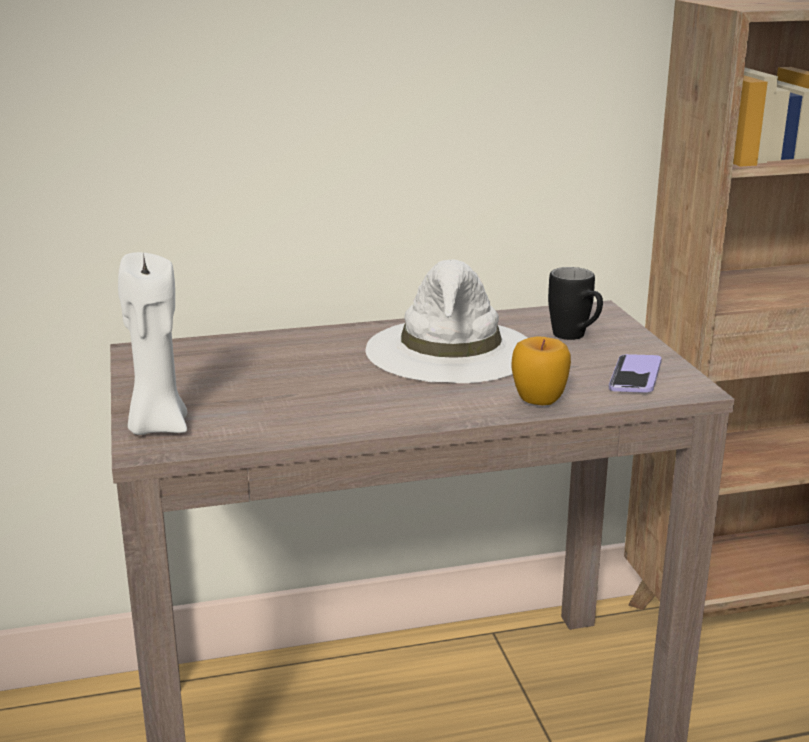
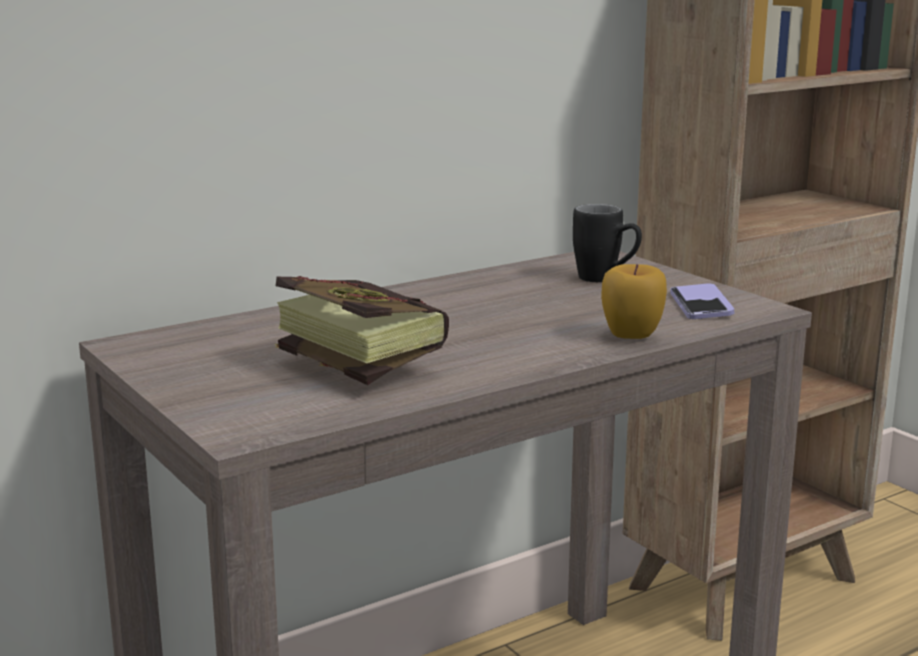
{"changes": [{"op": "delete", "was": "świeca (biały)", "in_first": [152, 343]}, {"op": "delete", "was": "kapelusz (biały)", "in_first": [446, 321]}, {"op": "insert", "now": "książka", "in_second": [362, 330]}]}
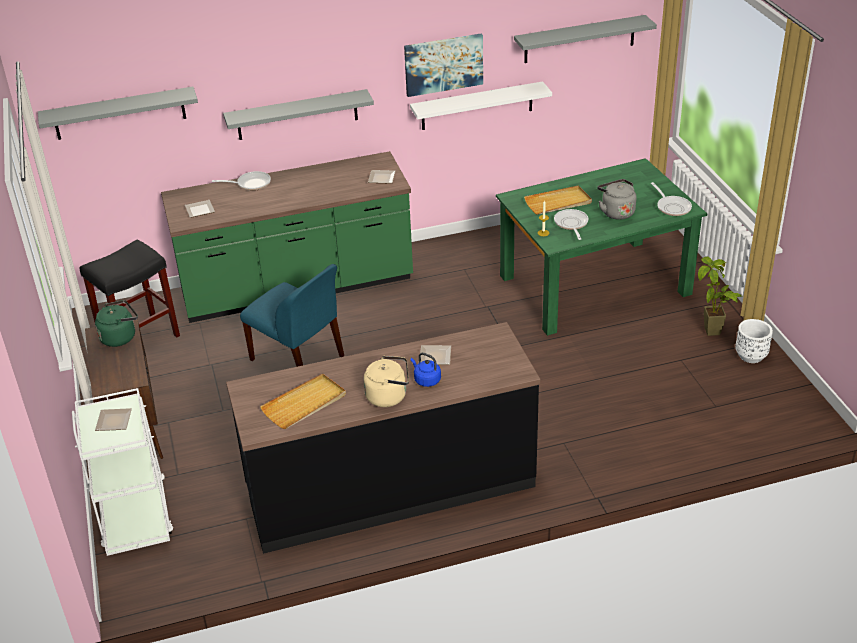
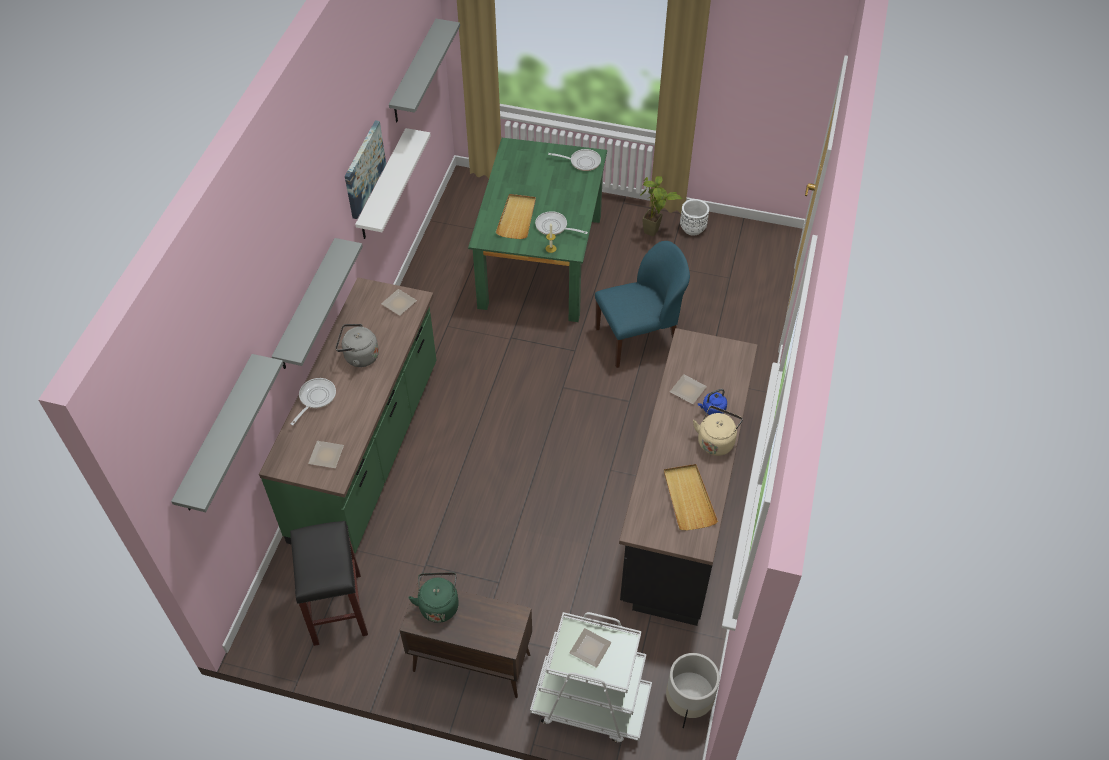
{"changes": [{"op": "move", "was": "krzesło (niebieski)", "in_first": [292, 315], "in_second": [642, 304]}, {"op": "move", "was": "czajnik (szary)", "in_first": [616, 199], "in_second": [357, 345]}, {"op": "insert", "now": "donica (biały)", "in_second": [693, 690]}]}
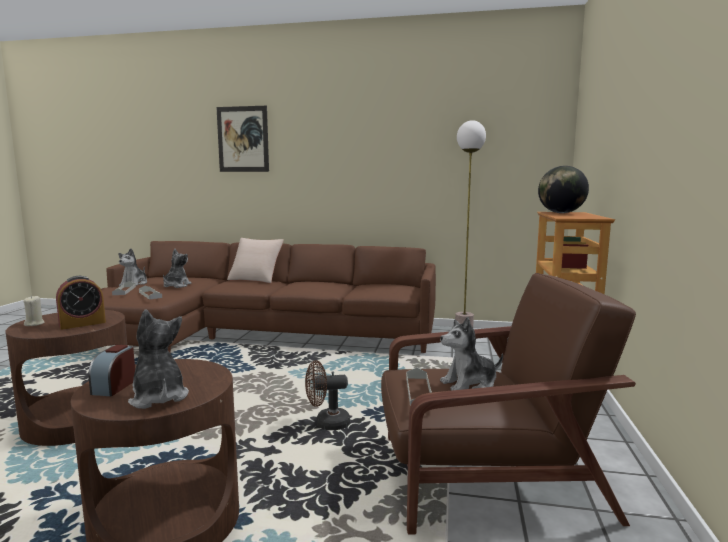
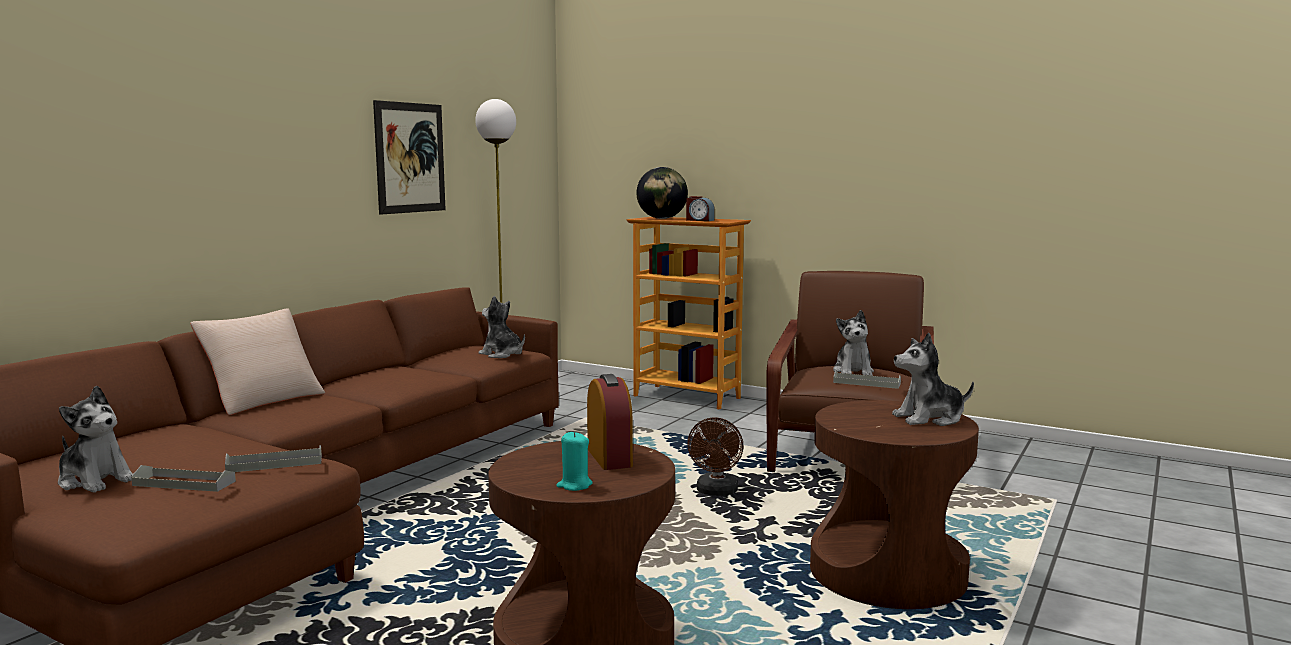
{"changes": [{"op": "recolor", "was": "świeca (beżowy)", "now": "świeca (turkusowy)", "in_first": [34, 311], "in_second": [574, 461]}, {"op": "move", "was": "budzik", "in_first": [111, 370], "in_second": [700, 208]}, {"op": "move", "was": "pluszak", "in_first": [177, 268], "in_second": [501, 327]}, {"op": "move", "was": "obraz", "in_first": [242, 139], "in_second": [409, 157]}]}
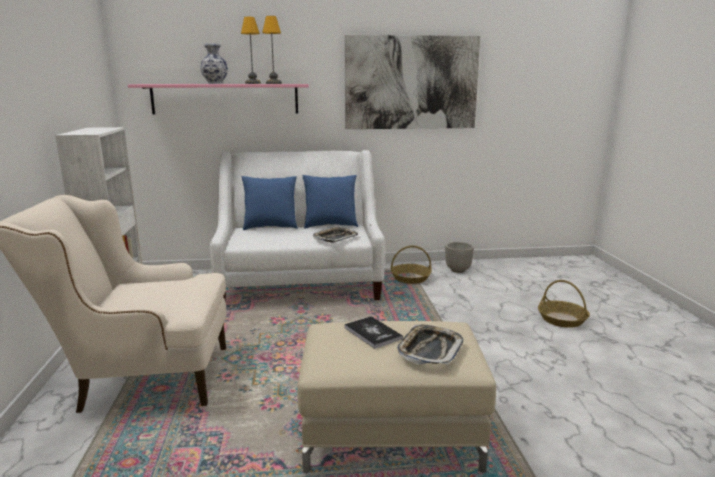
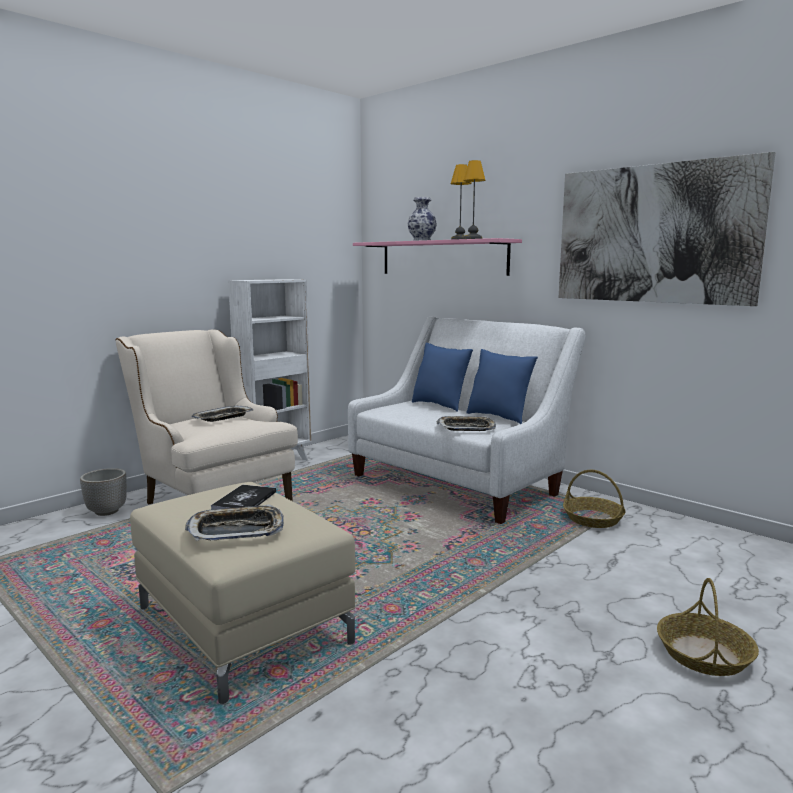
{"changes": [{"op": "move", "was": "donica", "in_first": [459, 257], "in_second": [103, 492]}, {"op": "insert", "now": "taca", "in_second": [222, 414]}]}
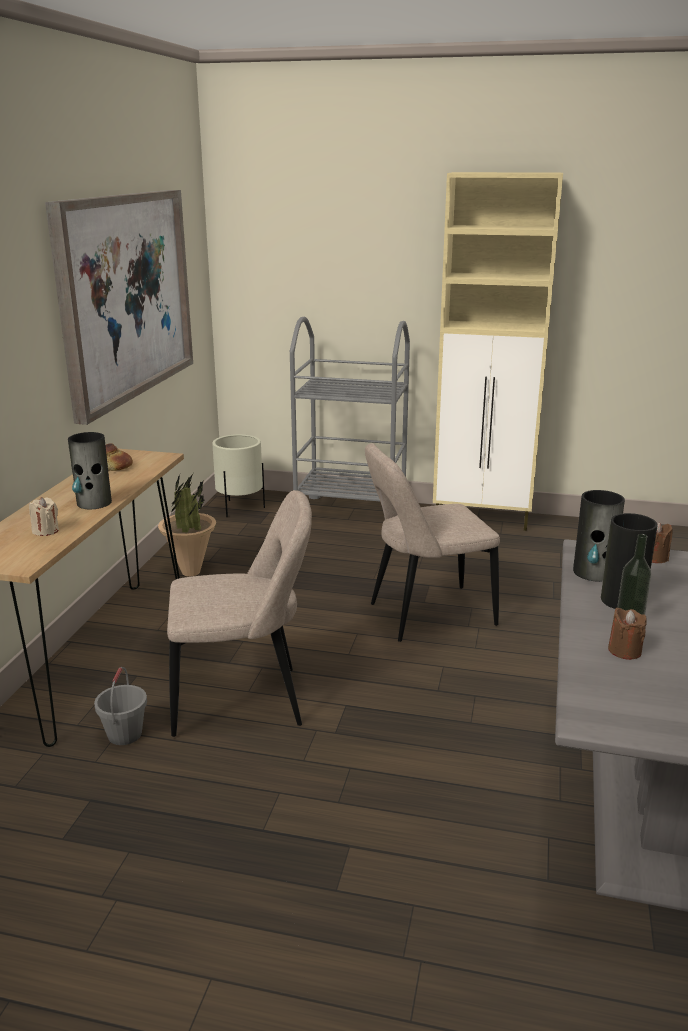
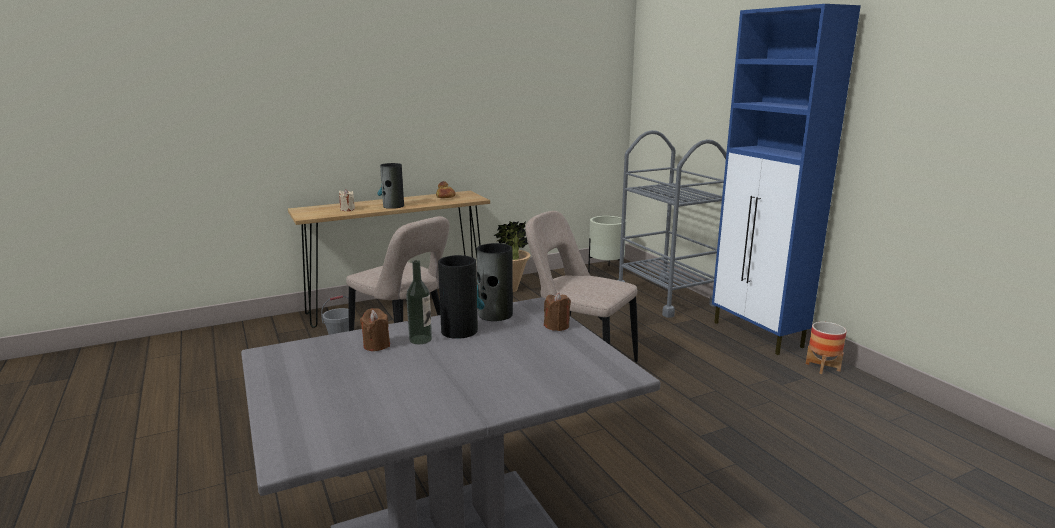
{"changes": [{"op": "delete", "was": "obraz", "in_first": [119, 307]}, {"op": "recolor", "was": "szafka (beżowy)", "now": "szafka (niebieski)", "in_first": [498, 351], "in_second": [786, 179]}, {"op": "insert", "now": "donica", "in_second": [826, 348]}]}
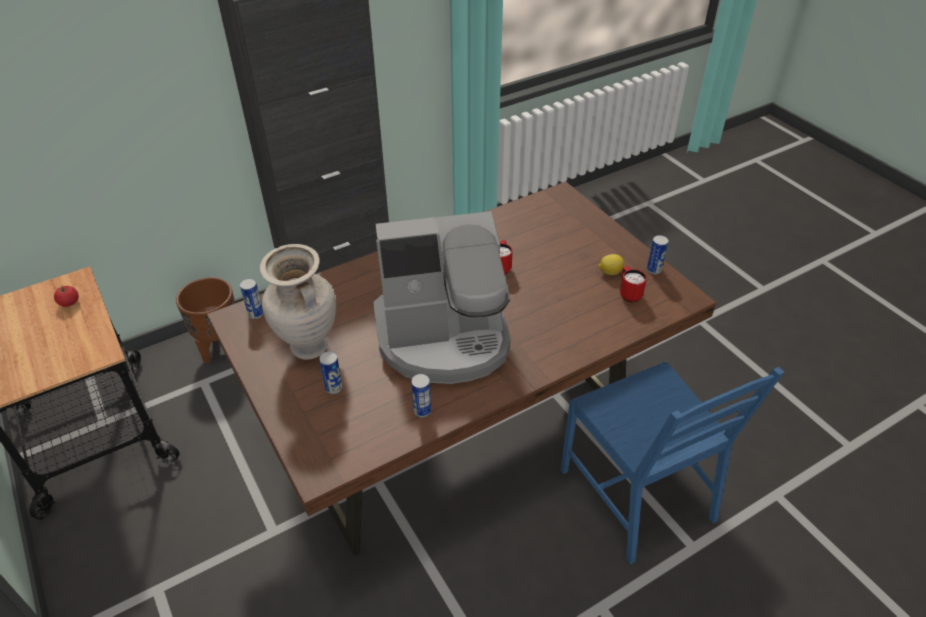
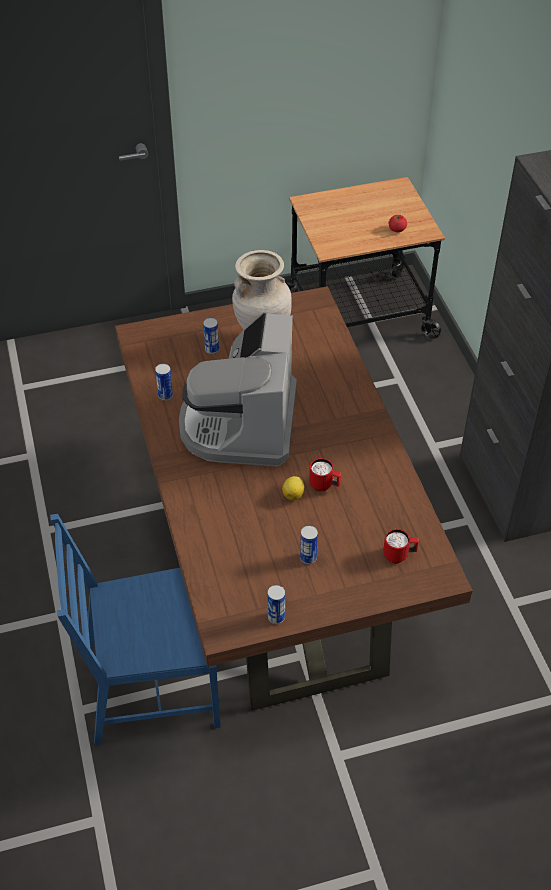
{"changes": [{"op": "delete", "was": "donica (brązowy)", "in_first": [205, 320]}, {"op": "move", "was": "puszka", "in_first": [251, 298], "in_second": [309, 545]}, {"op": "move", "was": "cytryna", "in_first": [611, 264], "in_second": [293, 488]}, {"op": "move", "was": "kubek (czerwony)", "in_first": [633, 284], "in_second": [401, 546]}]}
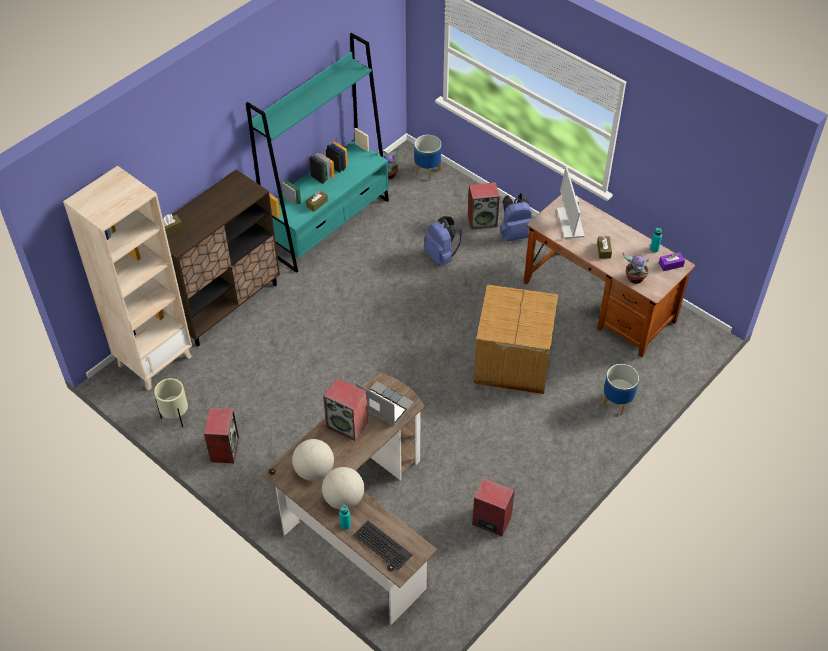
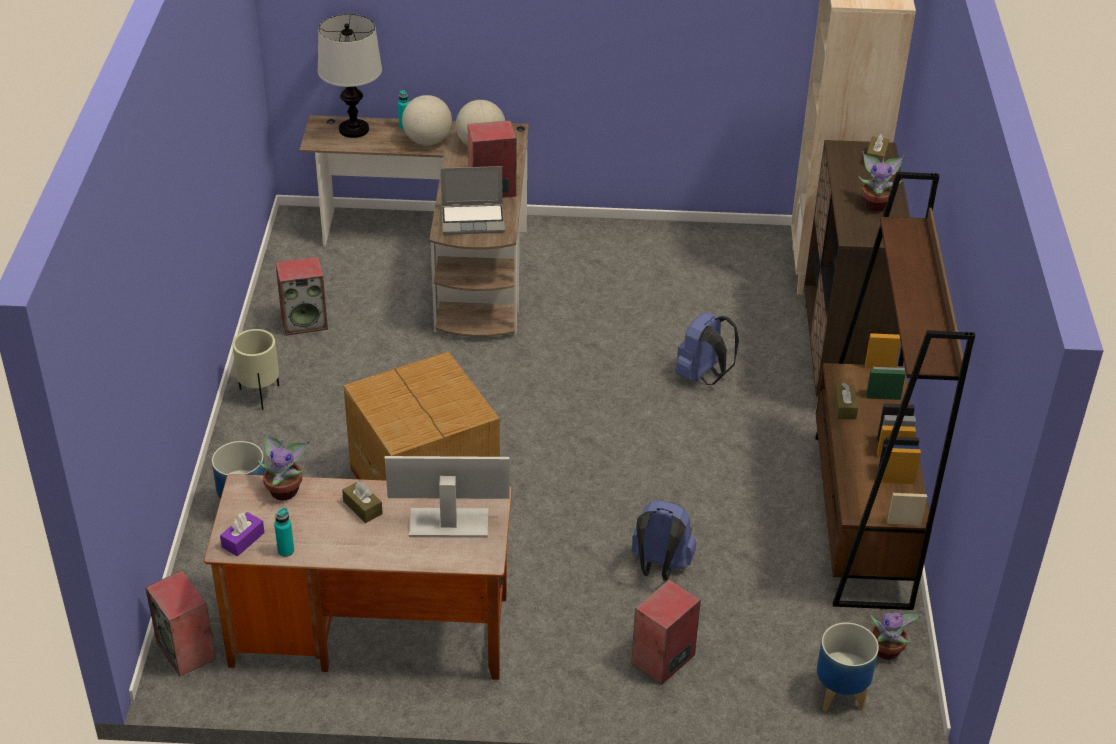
{"changes": [{"op": "move", "was": "donica (beżowy)", "in_first": [171, 403], "in_second": [255, 369]}, {"op": "move", "was": "głośnik", "in_first": [221, 435], "in_second": [180, 623]}, {"op": "recolor", "was": "regał (turkusowy)", "now": "regał (brązowy)", "in_first": [317, 153], "in_second": [895, 391]}, {"op": "replace", "was": "klawiatura", "now": "lampa stołowa", "in_first": [382, 545], "in_second": [350, 76]}, {"op": "move", "was": "plecak (niebieski)", "in_first": [516, 217], "in_second": [707, 349]}, {"op": "rotate", "was": "monitor", "in_first": [571, 203], "in_second": [447, 497], "clockwise": -45}, {"op": "insert", "now": "roślina doniczkowa", "in_second": [881, 181]}]}
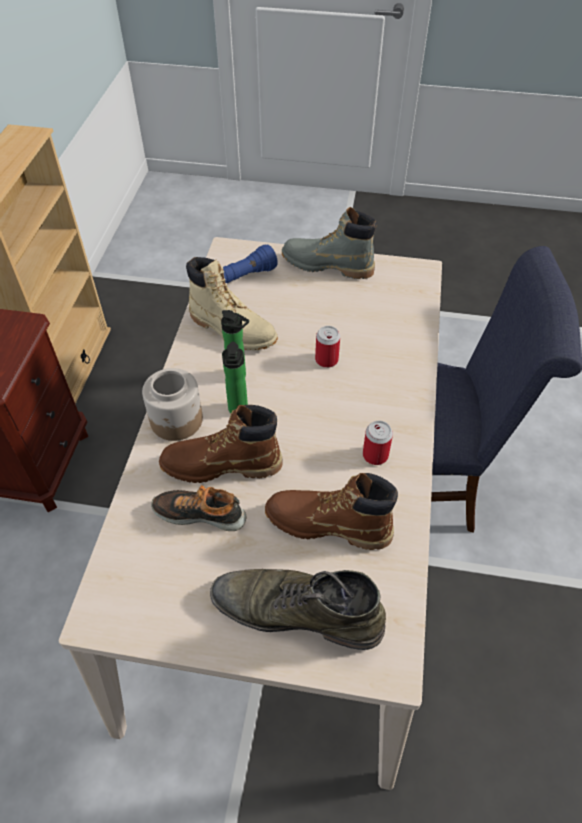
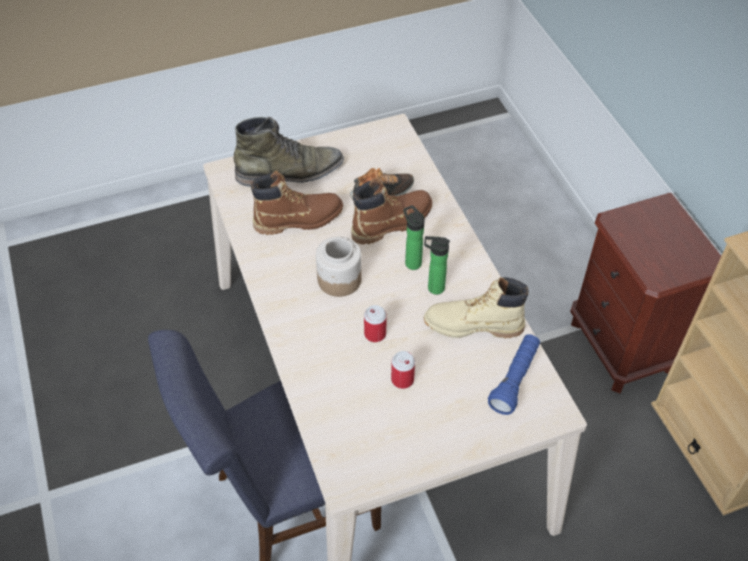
{"changes": [{"op": "move", "was": "słoik", "in_first": [172, 404], "in_second": [339, 266]}, {"op": "delete", "was": "but z cholewką (szary)", "in_first": [329, 243]}, {"op": "move", "was": "puszka", "in_first": [378, 443], "in_second": [403, 370]}]}
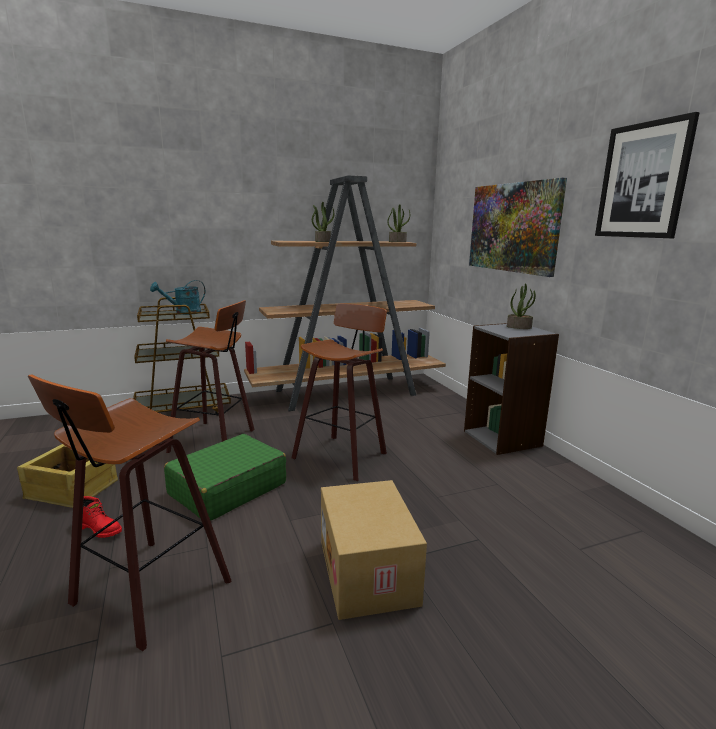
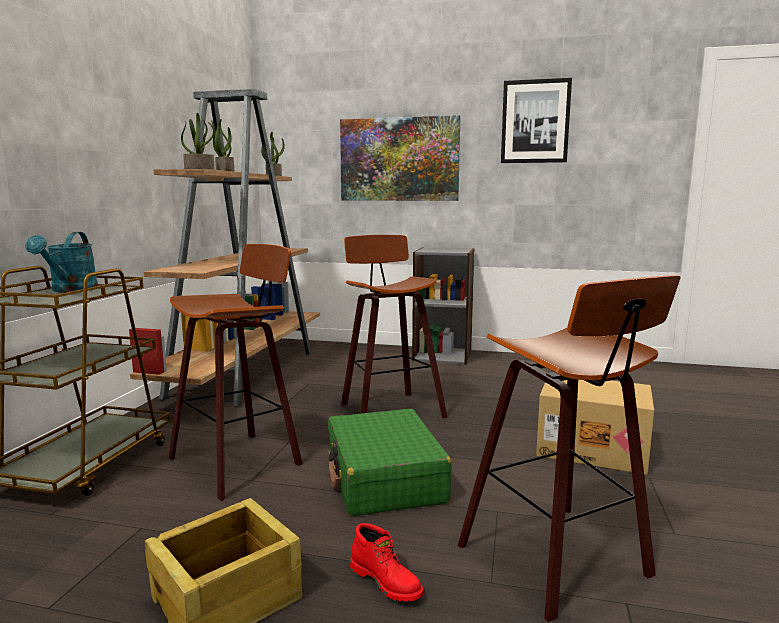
{"changes": [{"op": "rotate", "was": "but z cholewką (czerwony)", "in_first": [102, 517], "in_second": [386, 562], "clockwise": 75}, {"op": "move", "was": "roślina doniczkowa", "in_first": [521, 306], "in_second": [198, 141]}]}
